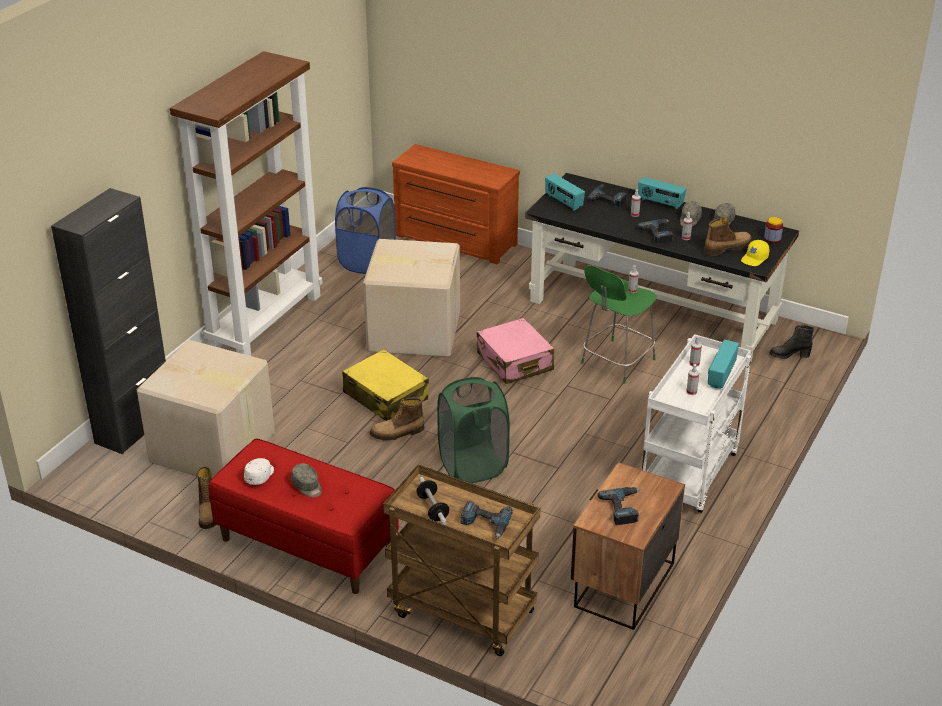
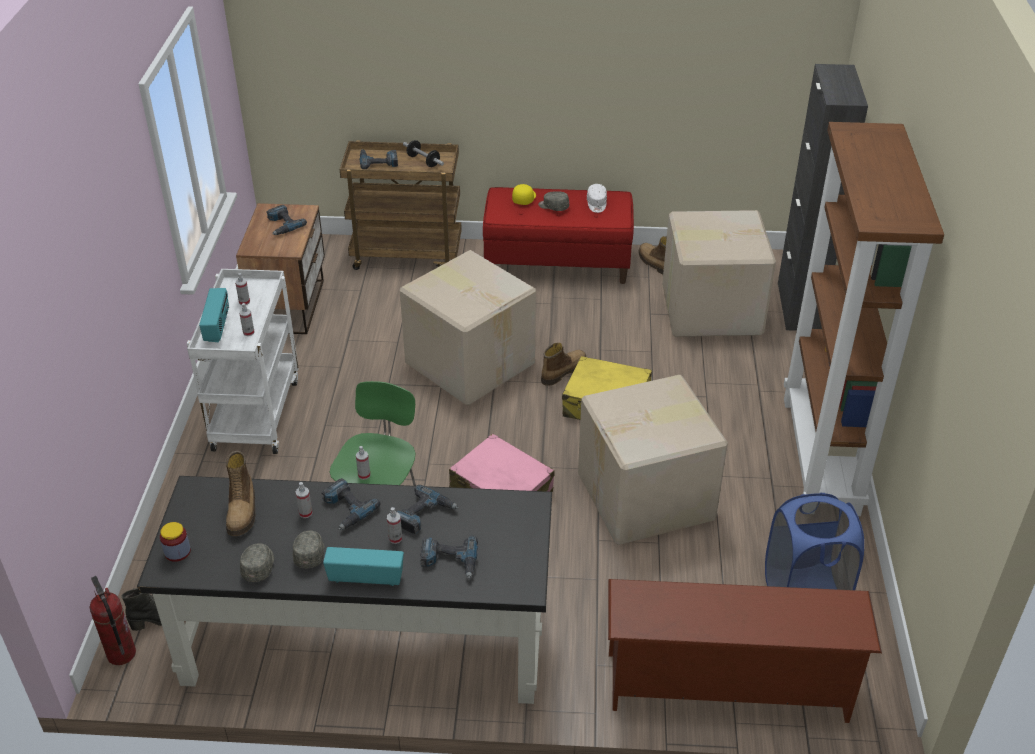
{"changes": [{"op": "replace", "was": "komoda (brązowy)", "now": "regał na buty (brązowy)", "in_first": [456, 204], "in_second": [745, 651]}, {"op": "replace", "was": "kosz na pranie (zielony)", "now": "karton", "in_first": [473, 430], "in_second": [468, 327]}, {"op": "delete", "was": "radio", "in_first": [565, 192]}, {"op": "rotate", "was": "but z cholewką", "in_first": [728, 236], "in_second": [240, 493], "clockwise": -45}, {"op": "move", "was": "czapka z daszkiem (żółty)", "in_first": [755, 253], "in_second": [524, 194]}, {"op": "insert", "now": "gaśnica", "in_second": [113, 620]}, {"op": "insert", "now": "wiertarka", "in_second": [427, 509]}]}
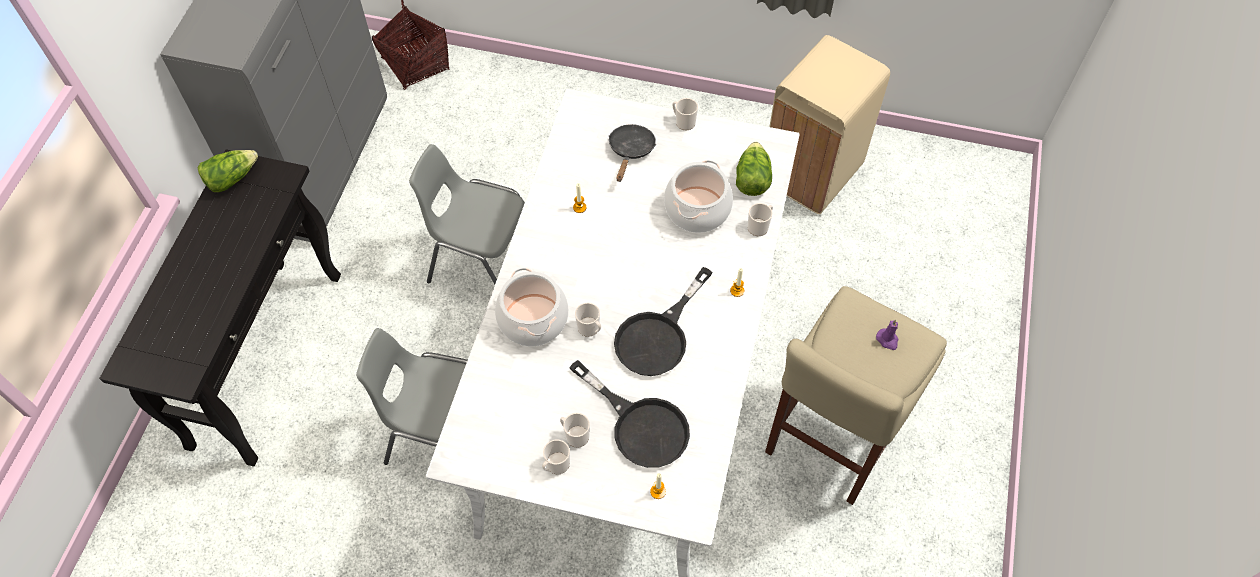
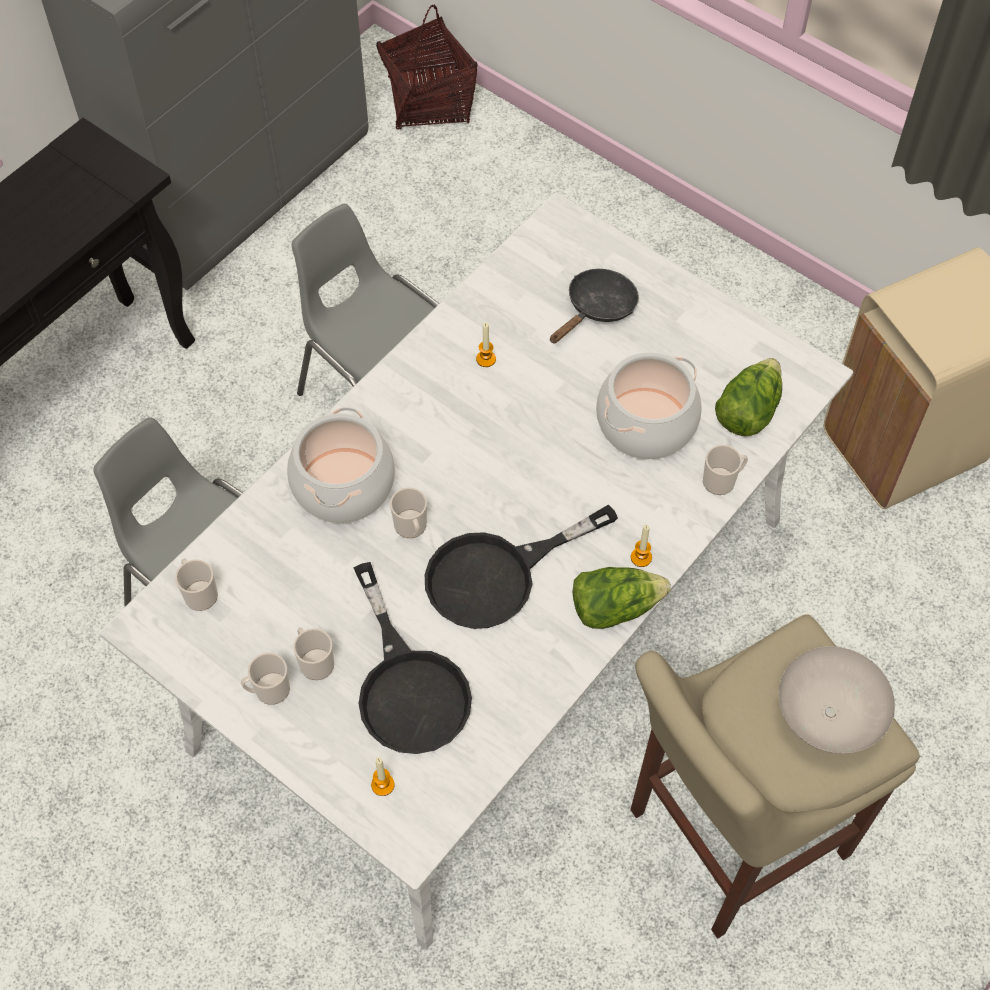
{"changes": [{"op": "move", "was": "sałata", "in_first": [228, 171], "in_second": [622, 598]}, {"op": "move", "was": "kubek", "in_first": [685, 114], "in_second": [196, 584]}, {"op": "replace", "was": "świeca (fioletowy)", "now": "miska (biały)", "in_first": [887, 334], "in_second": [837, 700]}]}
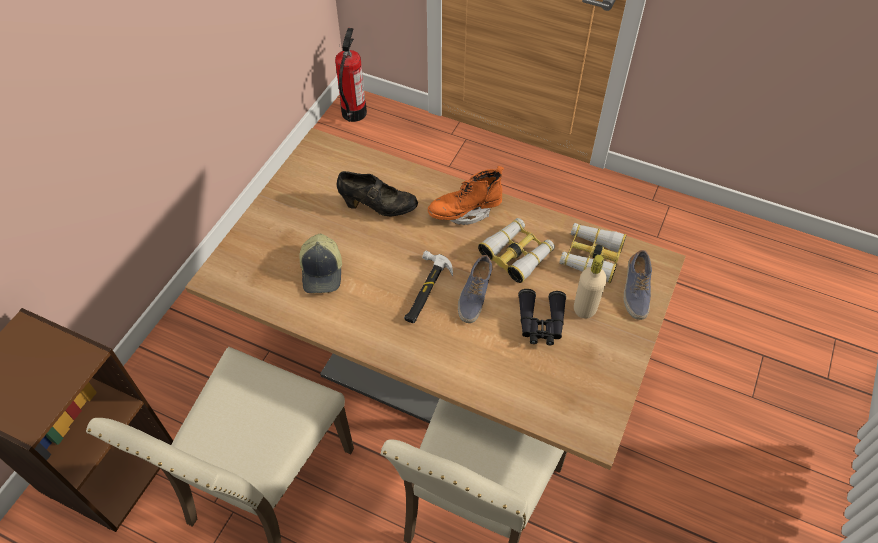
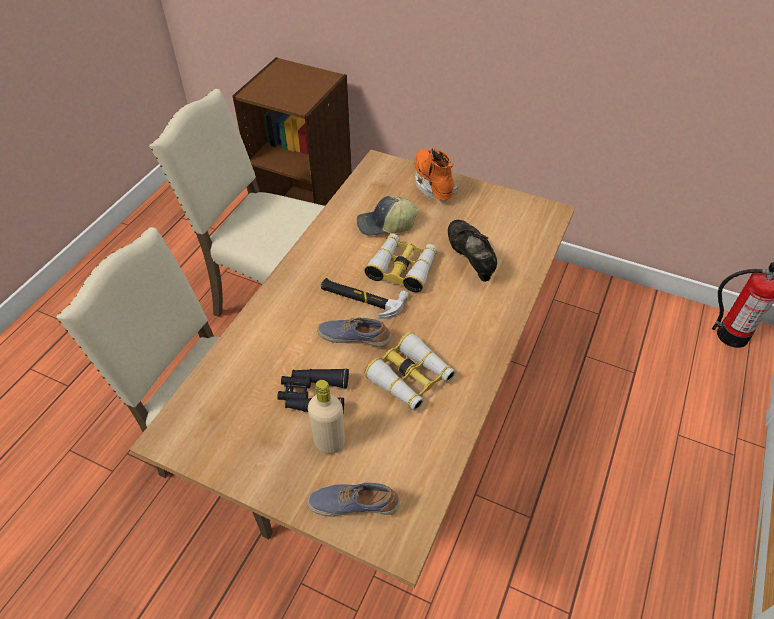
{"changes": [{"op": "rotate", "was": "but (czarny)", "in_first": [377, 193], "in_second": [472, 251], "clockwise": 150}, {"op": "move", "was": "but z cholewką (pomarańczowy)", "in_first": [466, 195], "in_second": [436, 174]}, {"op": "move", "was": "lornetka", "in_first": [593, 253], "in_second": [400, 263]}]}
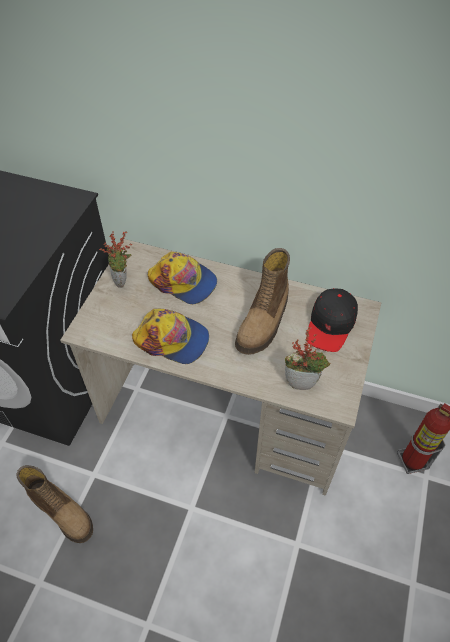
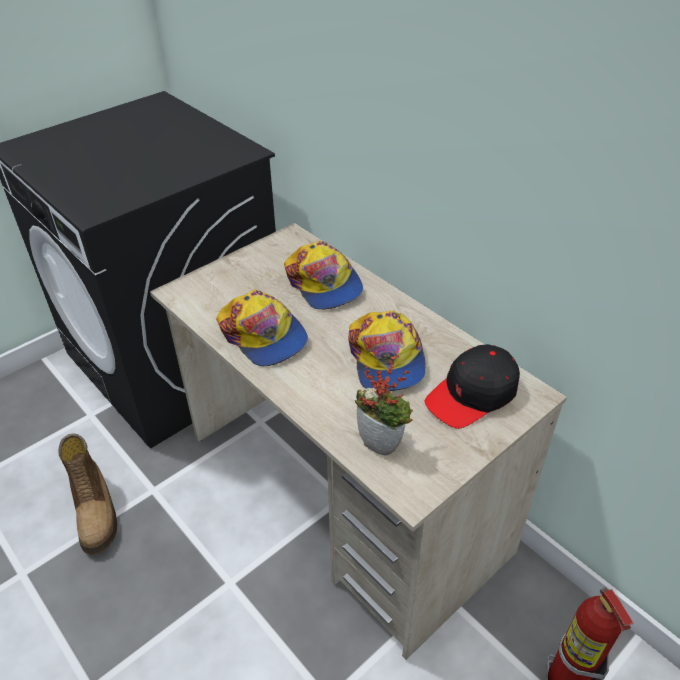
{"changes": [{"op": "delete", "was": "roślina doniczkowa", "in_first": [115, 259]}, {"op": "replace", "was": "but z cholewką", "now": "czapka z daszkiem", "in_first": [262, 301], "in_second": [387, 350]}]}
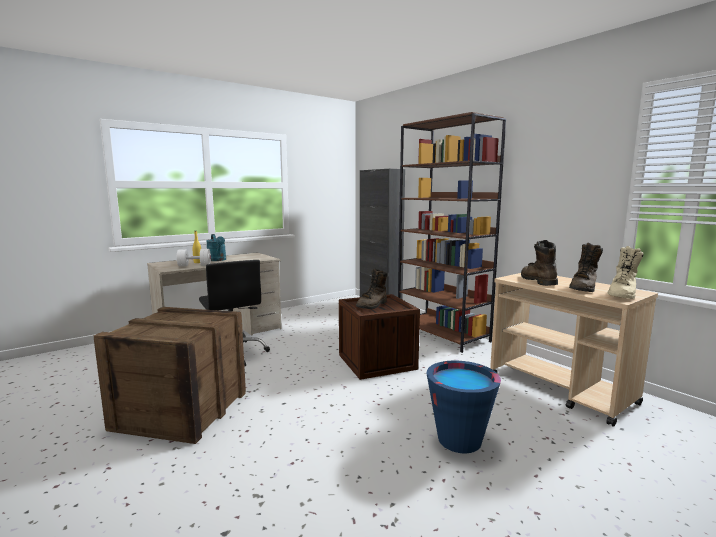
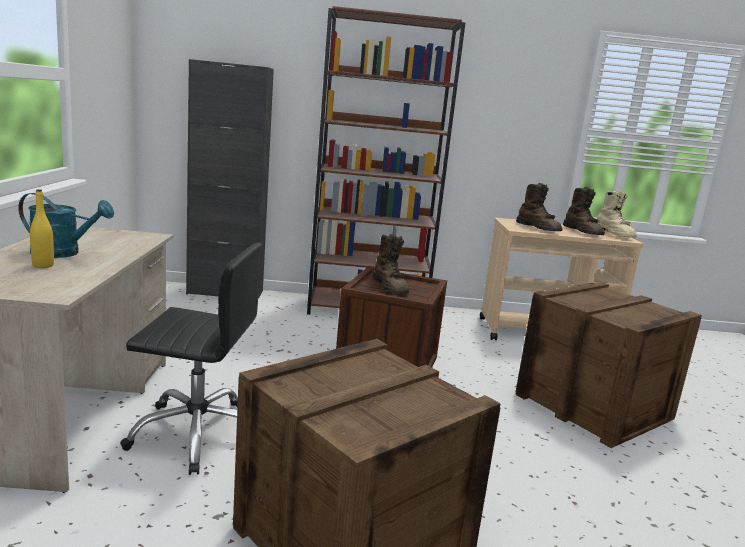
{"changes": [{"op": "delete", "was": "hantel (biały)", "in_first": [194, 257]}, {"op": "replace", "was": "wiadro (niebieski)", "now": "skrzynka", "in_first": [464, 407], "in_second": [608, 364]}, {"op": "rotate", "was": "but z cholewką (brązowy)", "in_first": [539, 263], "in_second": [539, 207], "clockwise": -150}]}
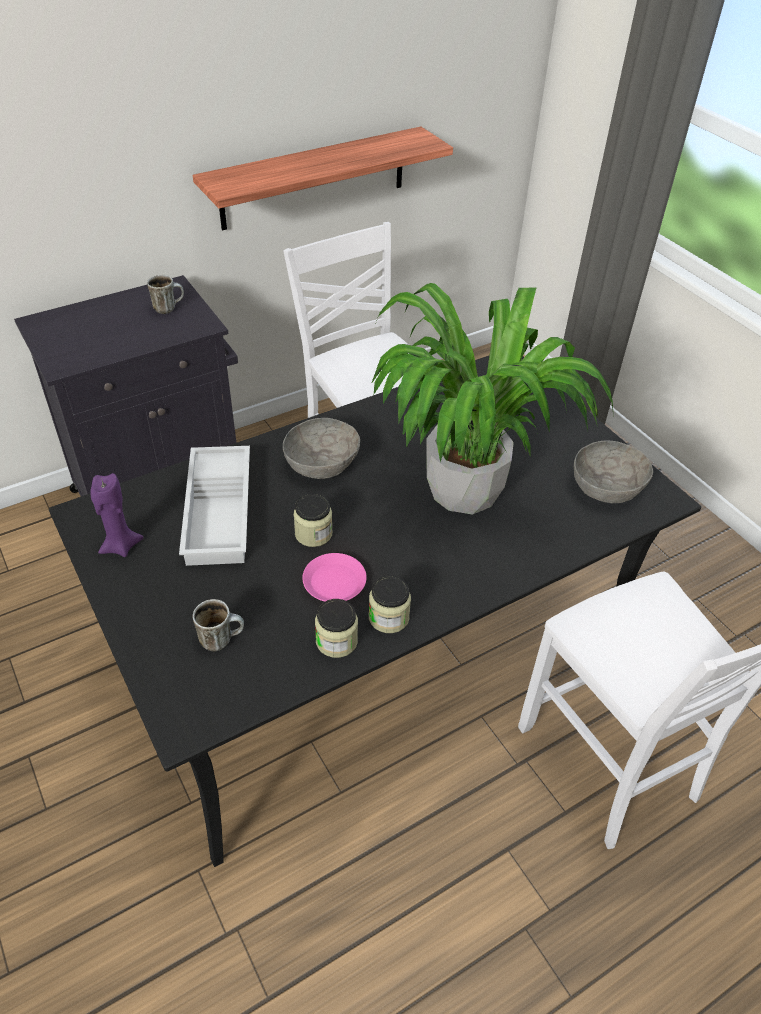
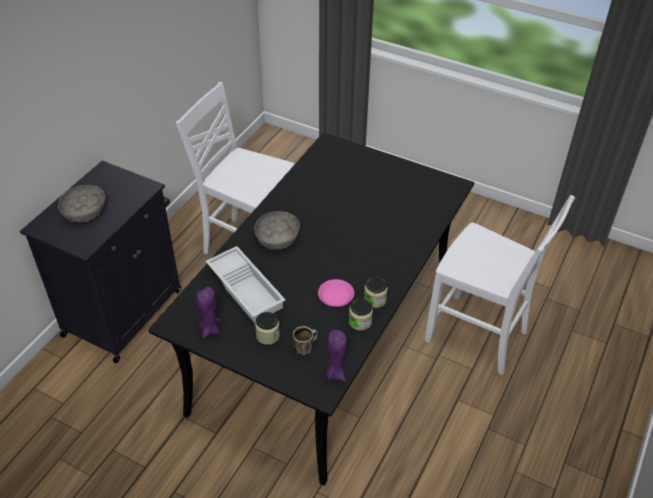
{"changes": [{"op": "delete", "was": "kubek", "in_first": [165, 294]}, {"op": "delete", "was": "półka", "in_first": [323, 178]}, {"op": "move", "was": "słoik", "in_first": [313, 520], "in_second": [267, 328]}, {"op": "delete", "was": "roślina doniczkowa", "in_first": [492, 399]}, {"op": "move", "was": "miska (szary)", "in_first": [613, 472], "in_second": [81, 204]}, {"op": "insert", "now": "świeca (fioletowy)", "in_second": [336, 355]}]}
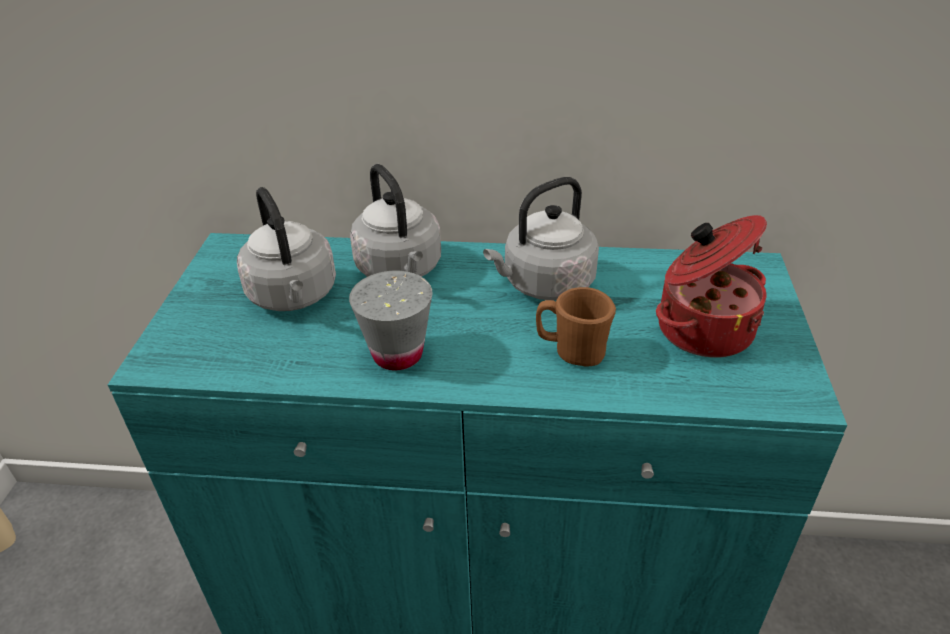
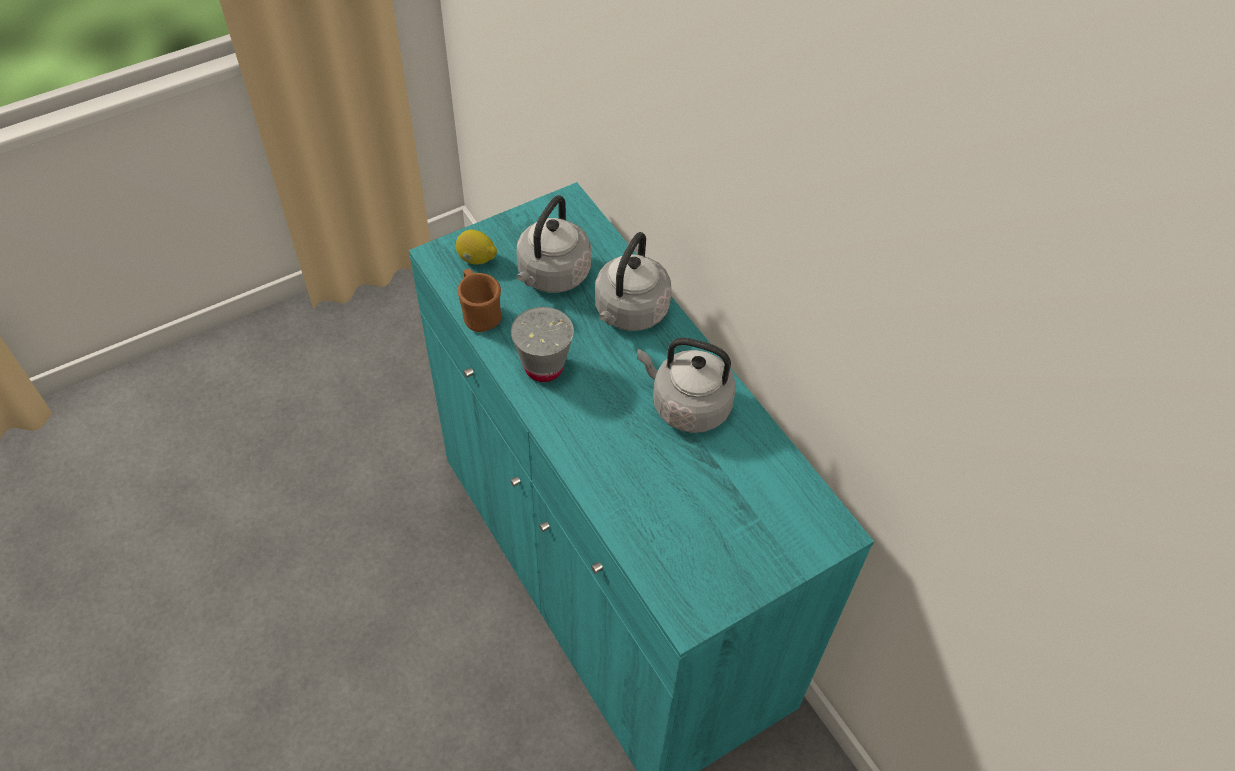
{"changes": [{"op": "move", "was": "kubek (brązowy)", "in_first": [576, 327], "in_second": [479, 300]}, {"op": "delete", "was": "garnek", "in_first": [711, 286]}, {"op": "insert", "now": "cytryna", "in_second": [476, 247]}]}
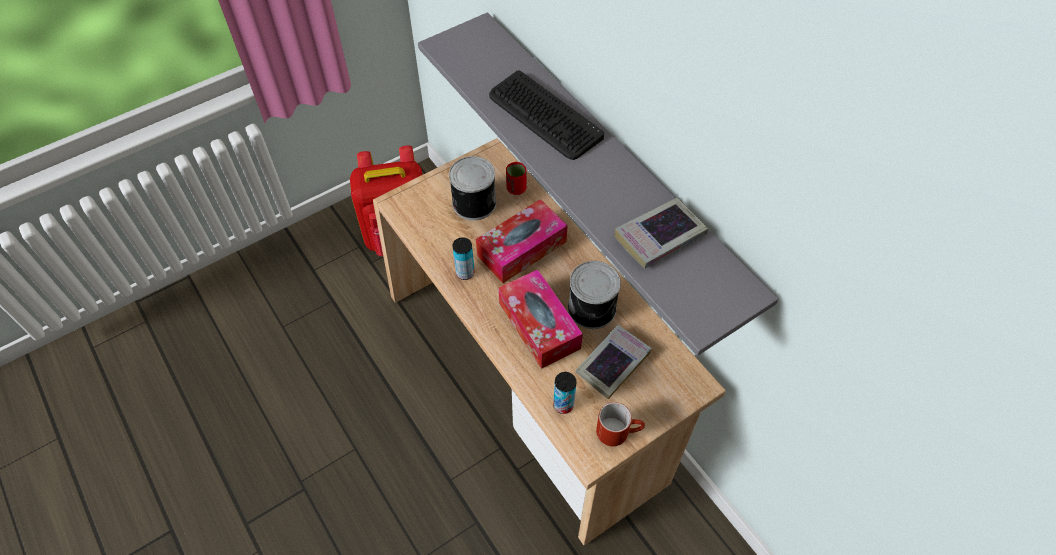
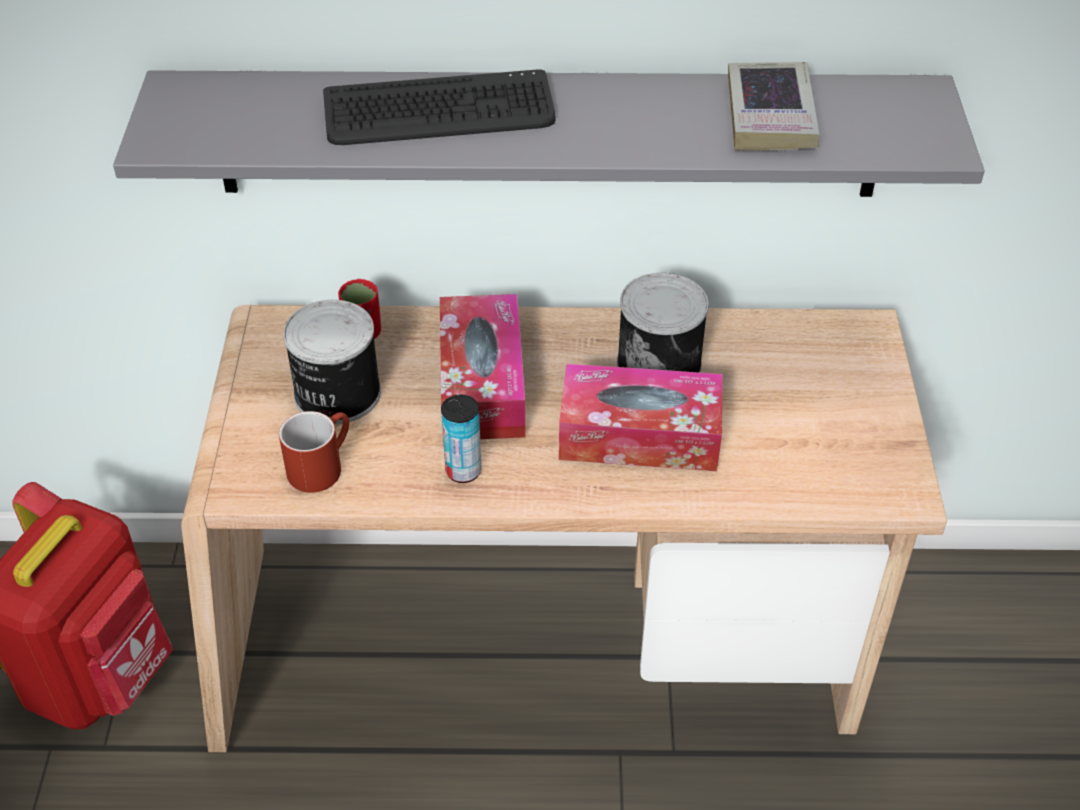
{"changes": [{"op": "delete", "was": "puszka", "in_first": [565, 393]}, {"op": "delete", "was": "książka", "in_first": [614, 362]}, {"op": "move", "was": "kubek (czerwony)", "in_first": [620, 424], "in_second": [314, 452]}]}
